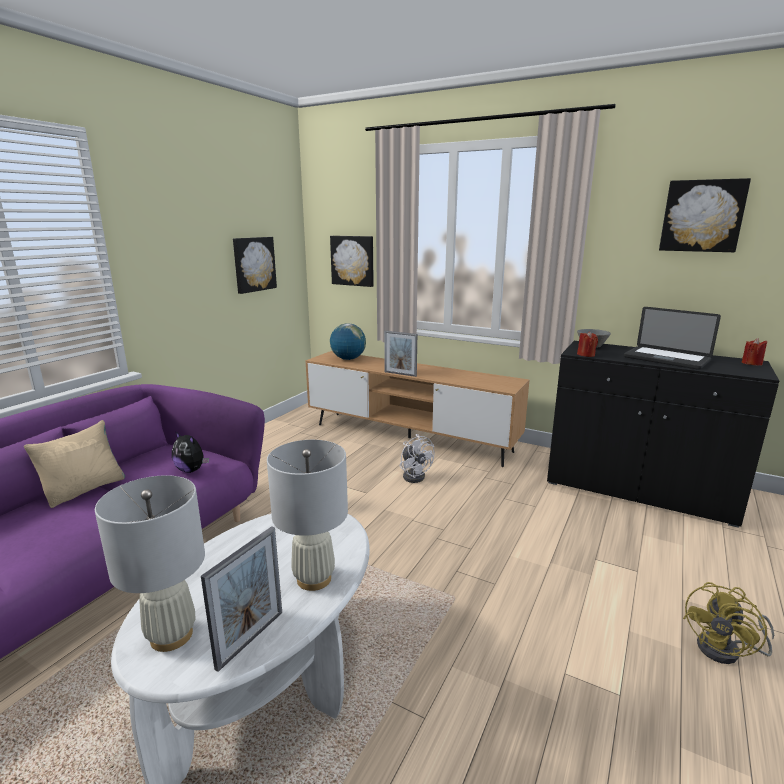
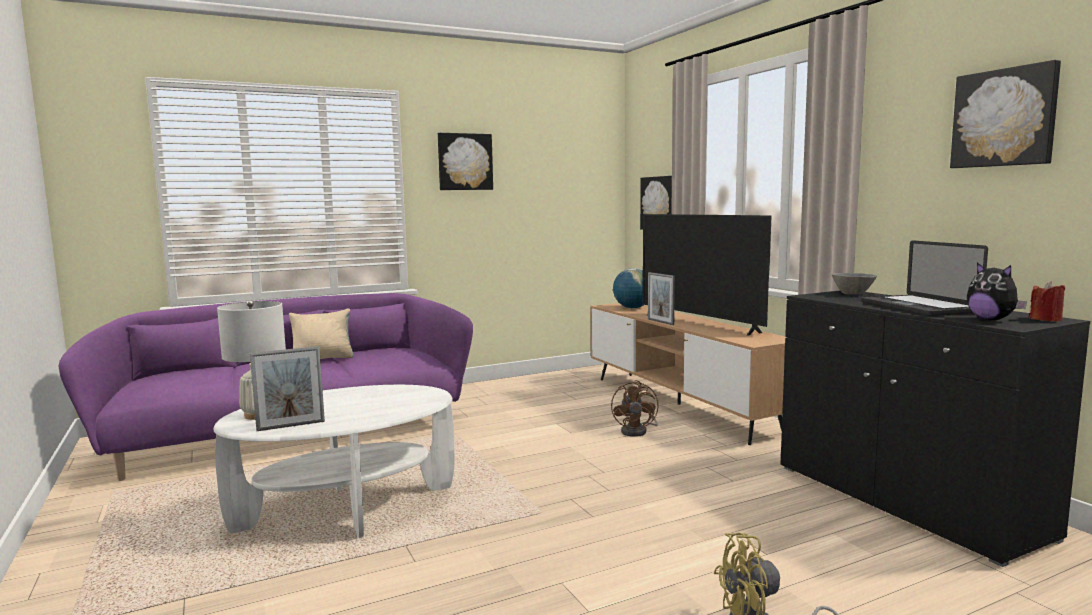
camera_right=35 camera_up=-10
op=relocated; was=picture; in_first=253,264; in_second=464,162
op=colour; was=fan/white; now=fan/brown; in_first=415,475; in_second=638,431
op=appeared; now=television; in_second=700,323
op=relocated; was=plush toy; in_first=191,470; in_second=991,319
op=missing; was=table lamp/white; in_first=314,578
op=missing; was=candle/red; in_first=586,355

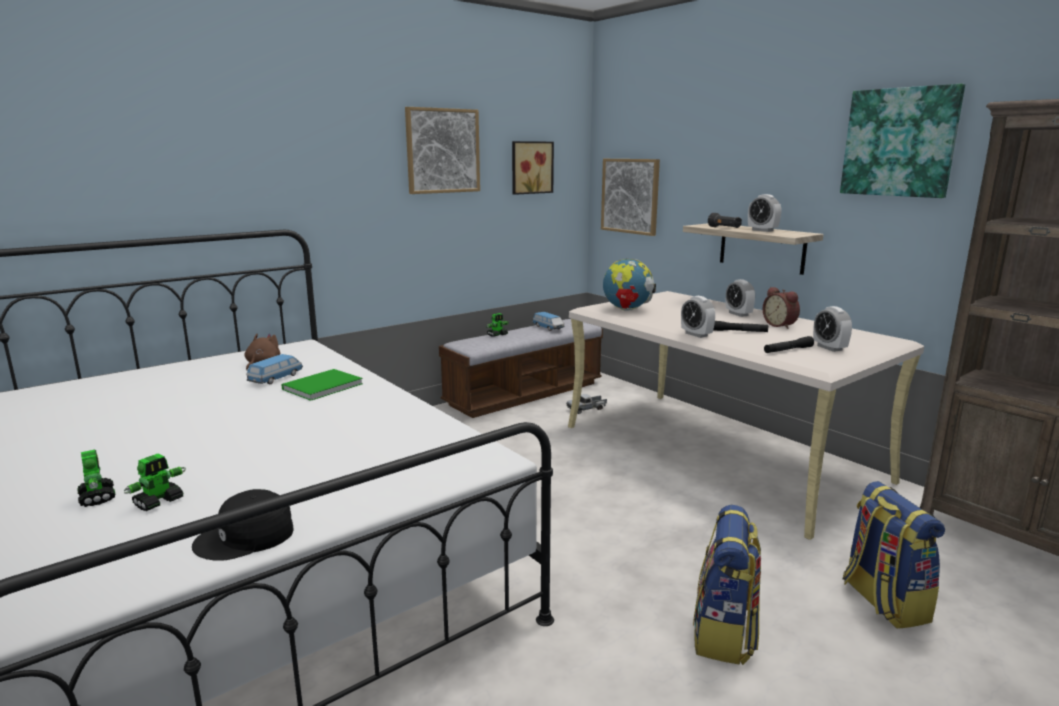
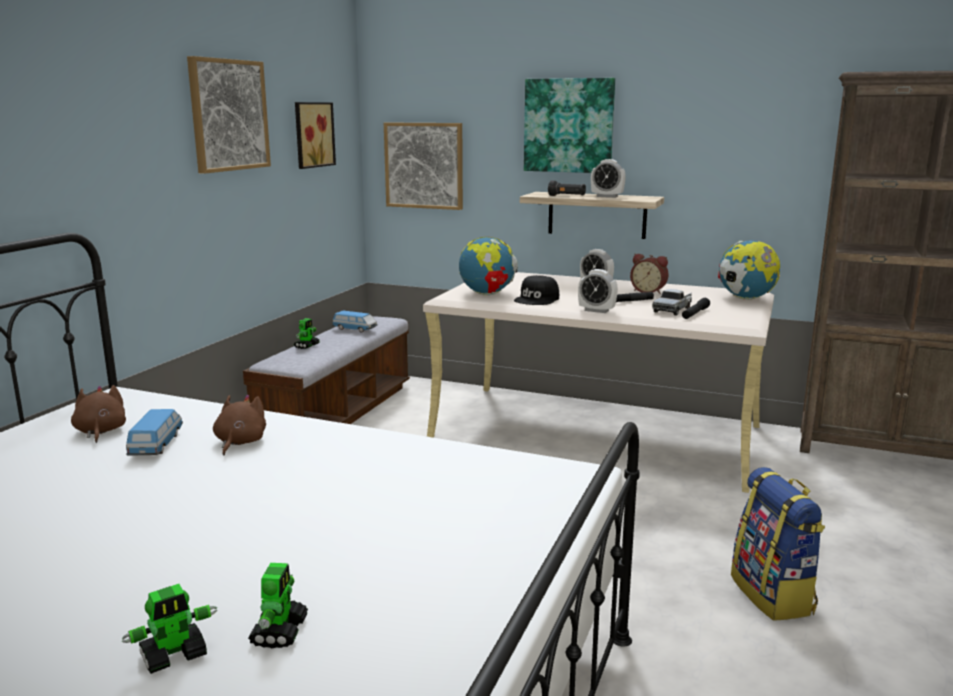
camera_right=-30 camera_up=0
op=spun; was=toy robot; in_first=97,497; in_second=175,655; clockwise=120
op=exchanged; was=book/green; now=plush toy/brown; in_first=320,387; in_second=239,442
op=relocated; was=cap/black; in_first=246,537; in_second=537,299
op=relocated; was=picture; in_first=899,142; in_second=569,125
op=relocated; was=toy truck; in_first=586,409; in_second=673,309
op=appeared; now=globe; in_second=745,299
op=missing; was=alarm clock; in_first=829,348
op=missing; was=backpack; in_first=882,601

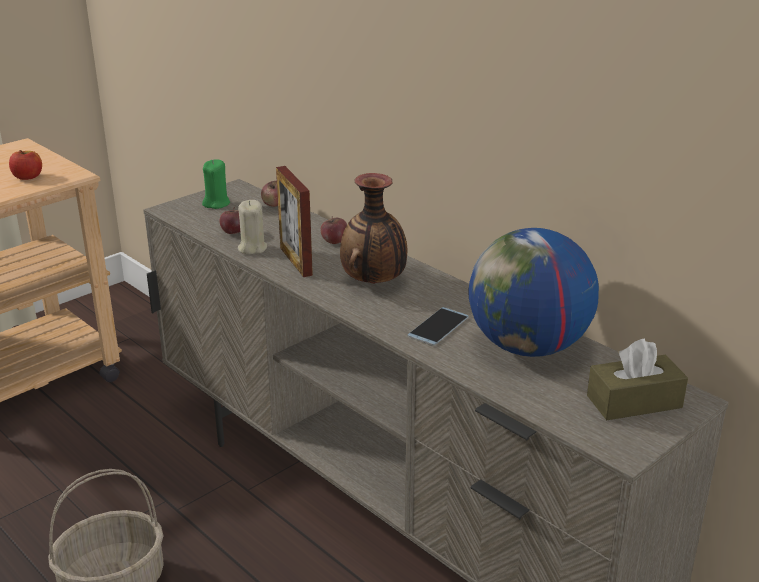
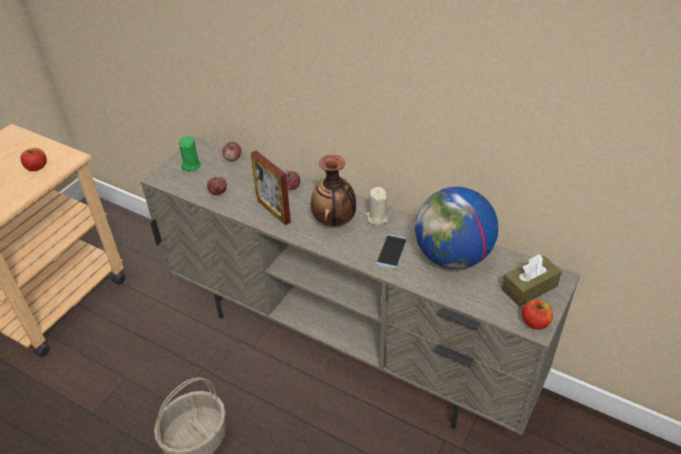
camera_right=-15 camera_up=15
op=relocated; was=candle/beige; in_first=252,248; in_second=377,218
op=appeared; now=apple; in_second=535,322

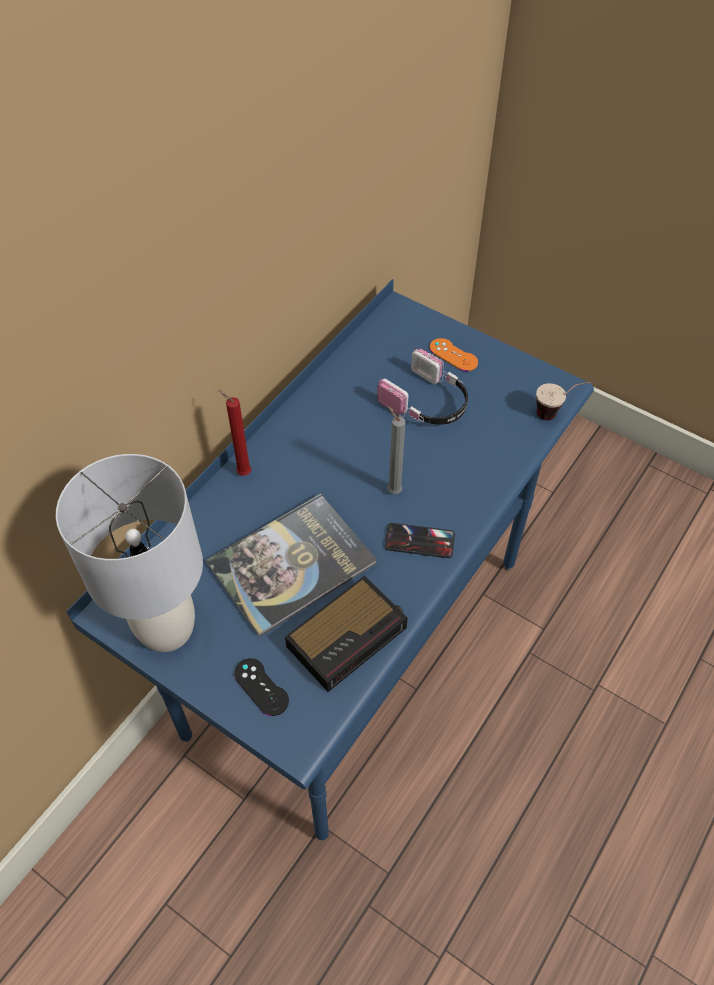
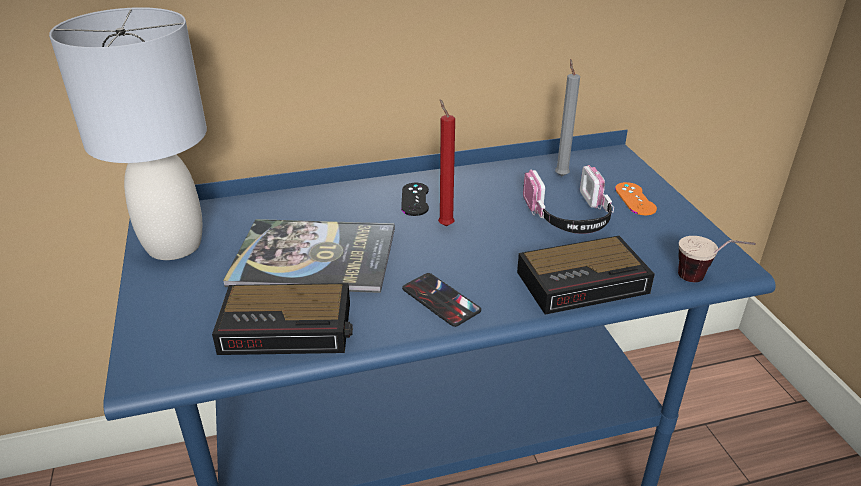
camera_right=40 camera_up=-20
op=relocated; was=game controller/black; in_first=261,687; in_second=415,199
op=relocated; was=candle/red; in_first=242,472; in_second=445,225
op=appeared; now=alarm clock; in_second=585,282
op=relocated; was=candle/grey; in_first=392,490; in_second=561,175

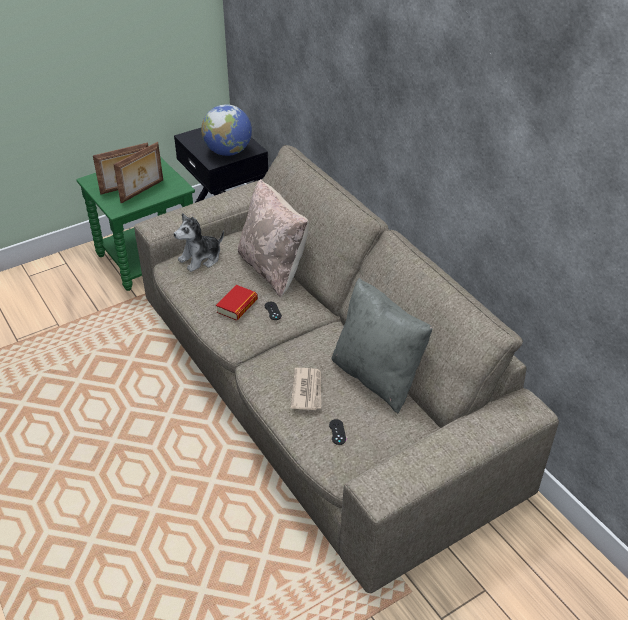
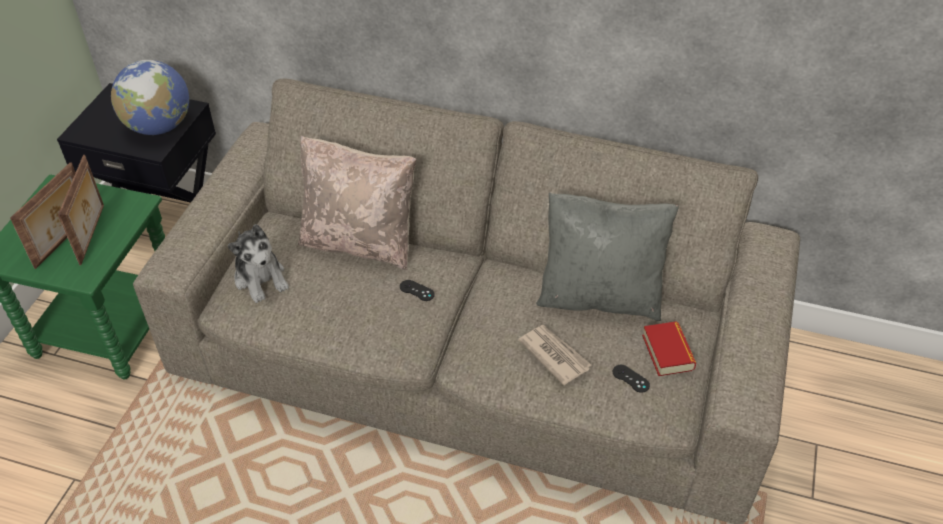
camera_right=-40 camera_up=5
op=spun; was=plush toy; in_first=201,259; in_second=261,278; clockwise=-45
op=relocated; was=book; in_first=237,306; in_second=667,352

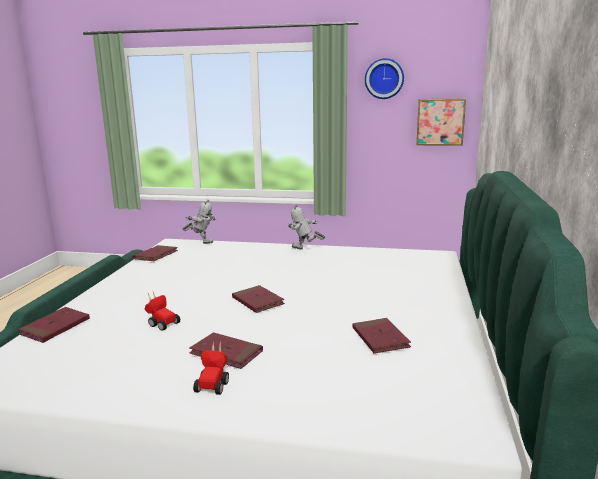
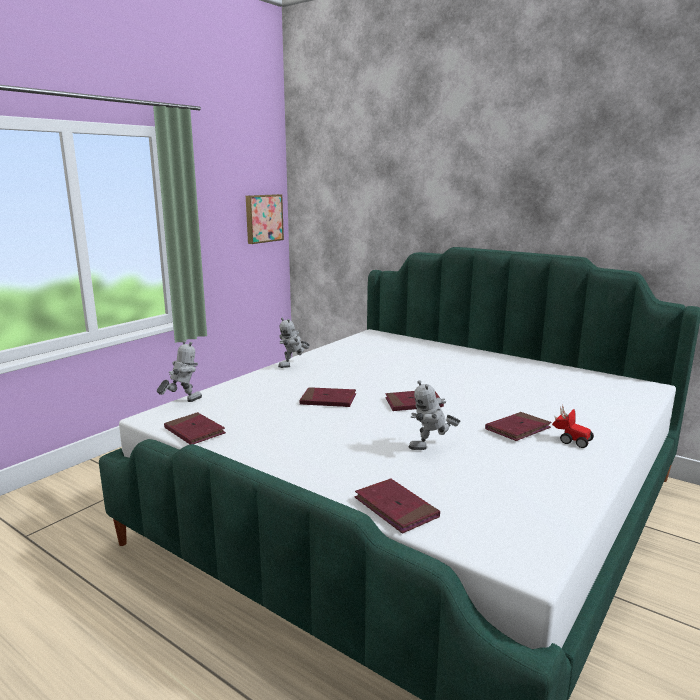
camera_right=-65 camera_up=0
op=relocated; was=book/red; in_first=380,338; in_second=328,400
op=exchanged; was=toy car; now=toy robot; in_first=161,323; in_second=432,448
op=missing; was=wall clock; in_first=384,78

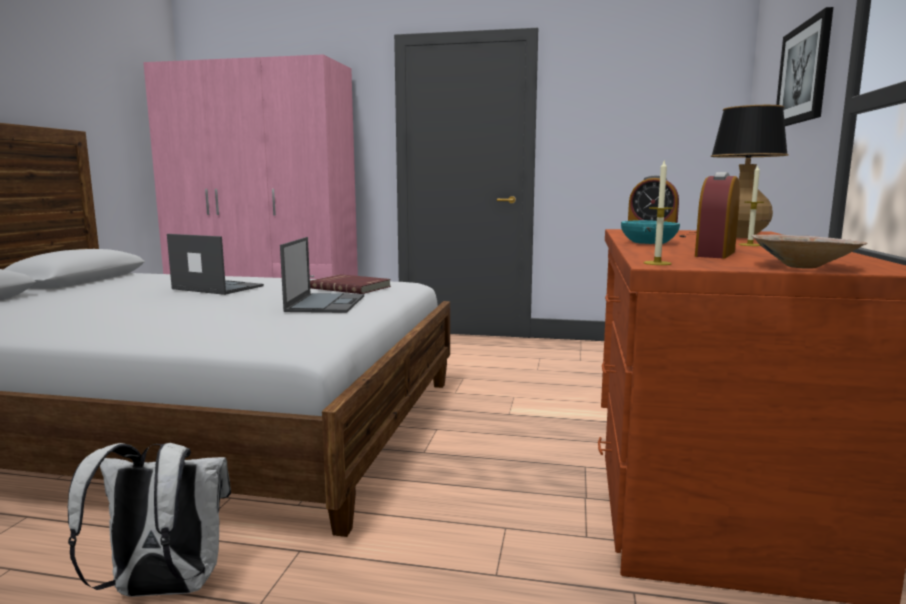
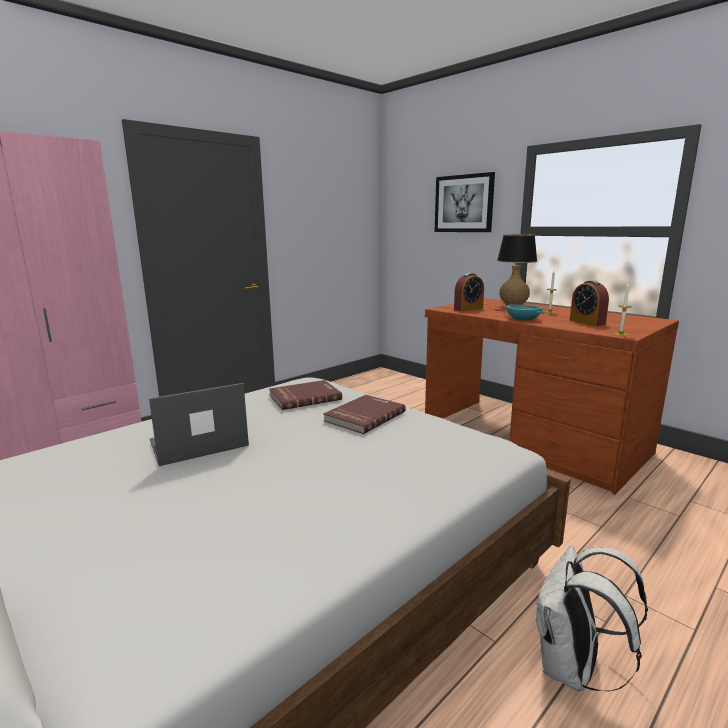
camera_right=-55 camera_up=5
op=exchanged; was=laptop; now=book/red; in_first=326,303; in_second=364,416
op=missing; was=bowl/beige; in_first=805,267

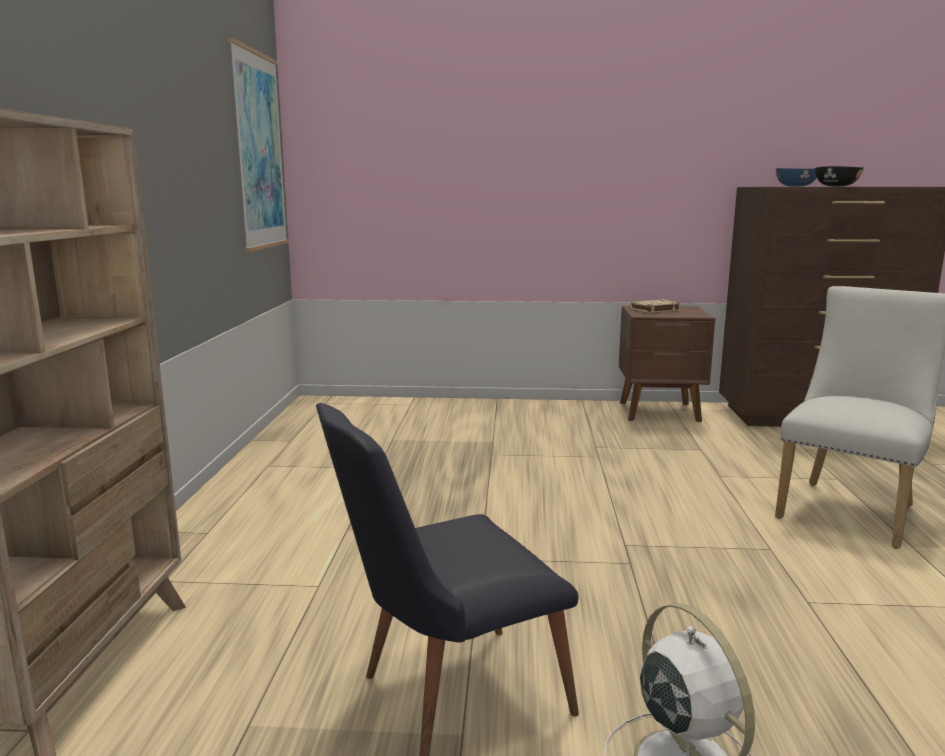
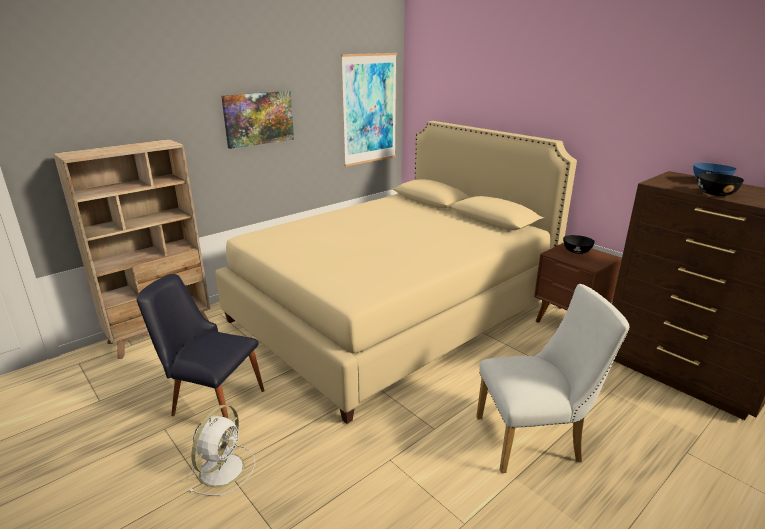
camera_right=45 camera_up=10
op=appeared; now=bed/beige; in_second=393,312
op=appeared; now=picture; in_second=258,118
op=exchanged; was=book/beige; now=bowl/black; in_first=654,309; in_second=576,251

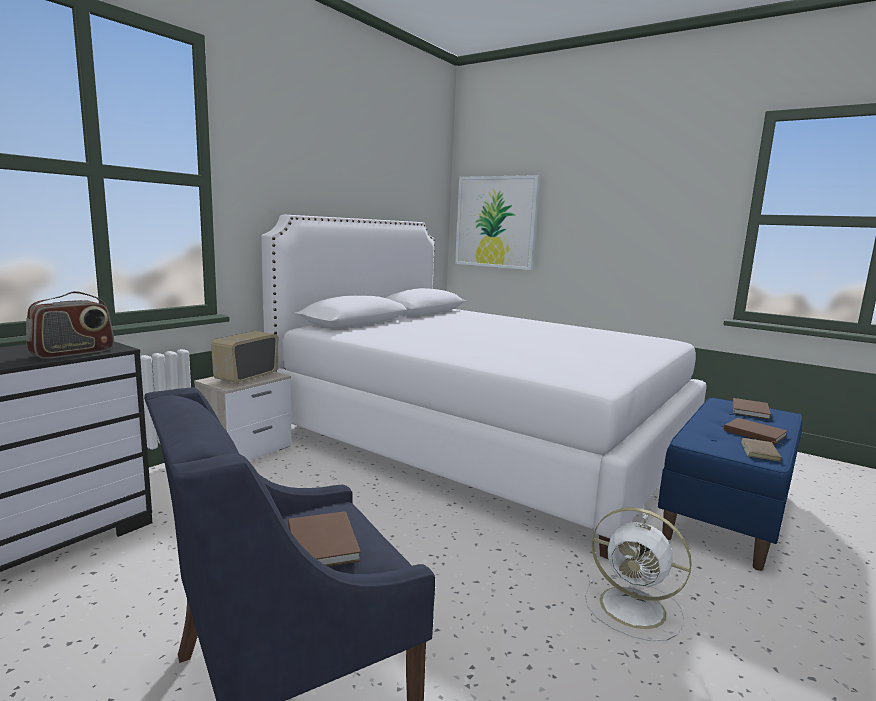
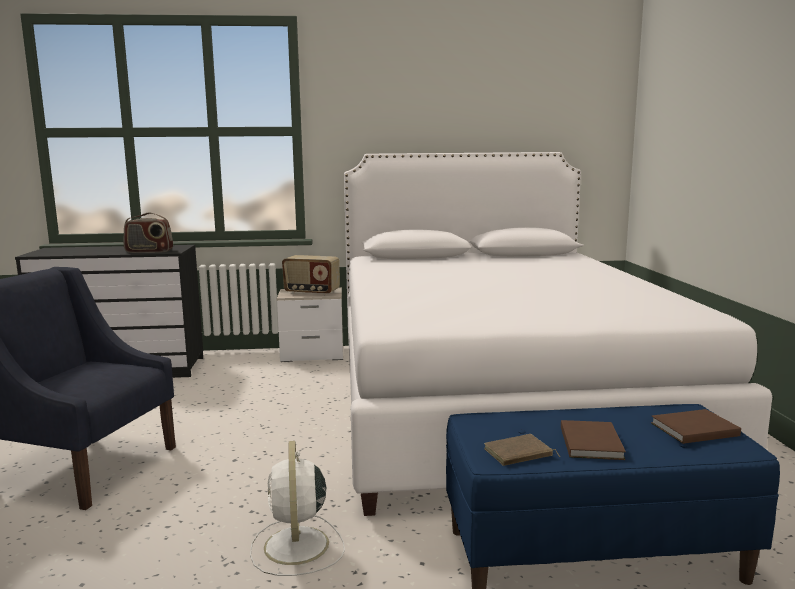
camera_right=50 camera_up=0
op=spun; was=radio; in_first=246,377; in_second=311,292; clockwise=-150
op=missing; was=book/brown; in_first=323,542
op=missing; was=picture; in_first=496,222

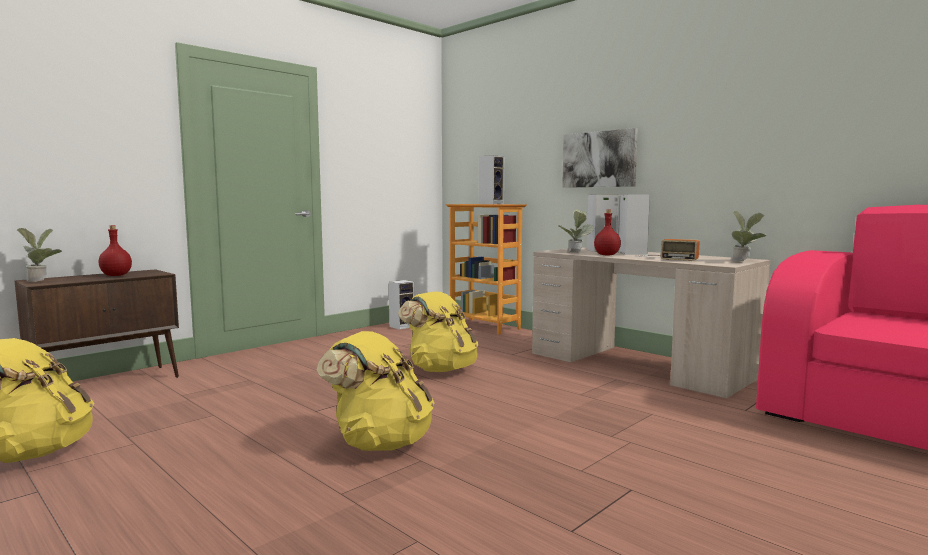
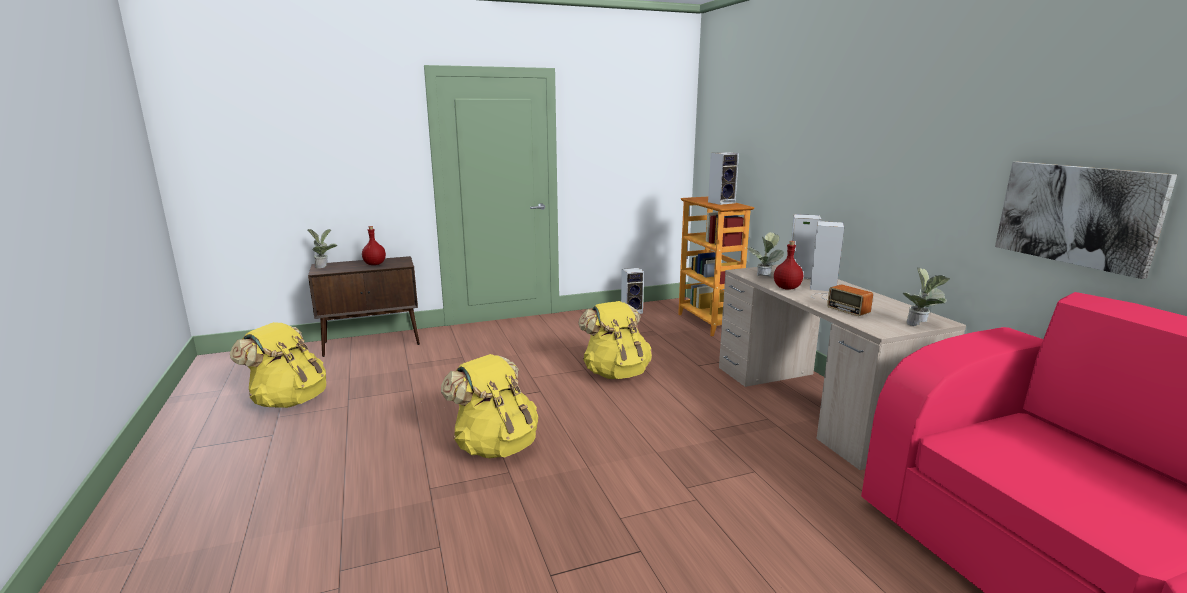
camera_right=25 camera_up=10
op=relocated; was=picture; in_first=599,159; in_second=1077,215

